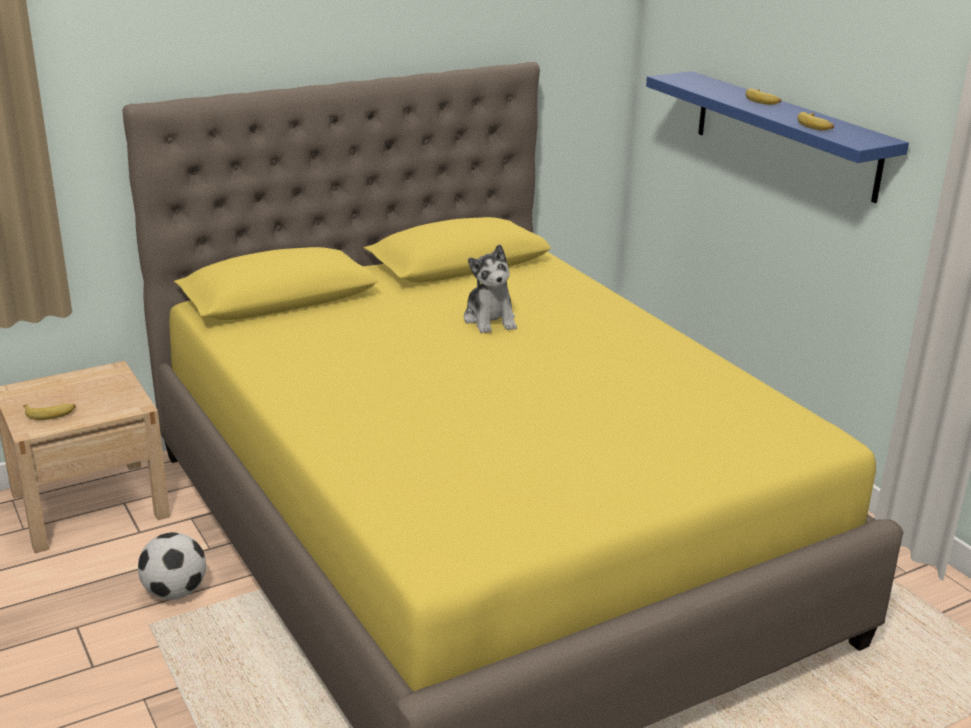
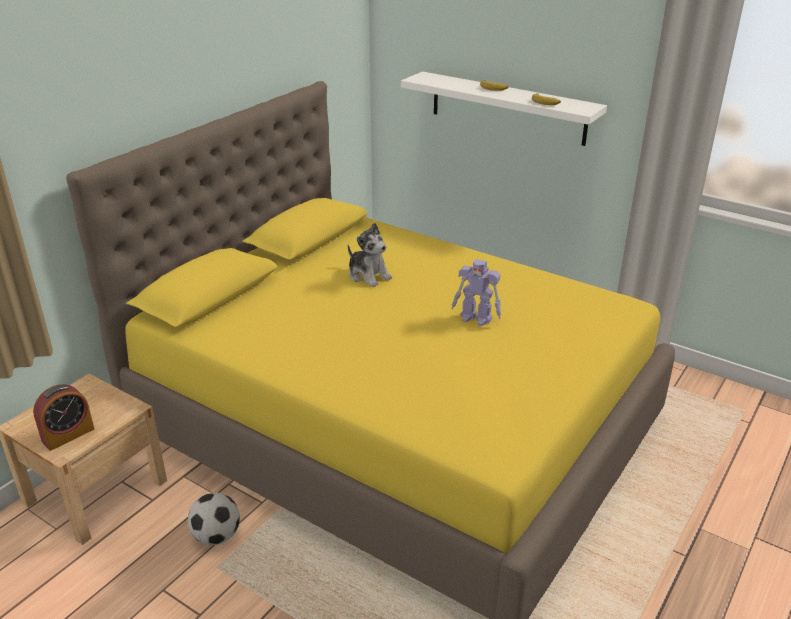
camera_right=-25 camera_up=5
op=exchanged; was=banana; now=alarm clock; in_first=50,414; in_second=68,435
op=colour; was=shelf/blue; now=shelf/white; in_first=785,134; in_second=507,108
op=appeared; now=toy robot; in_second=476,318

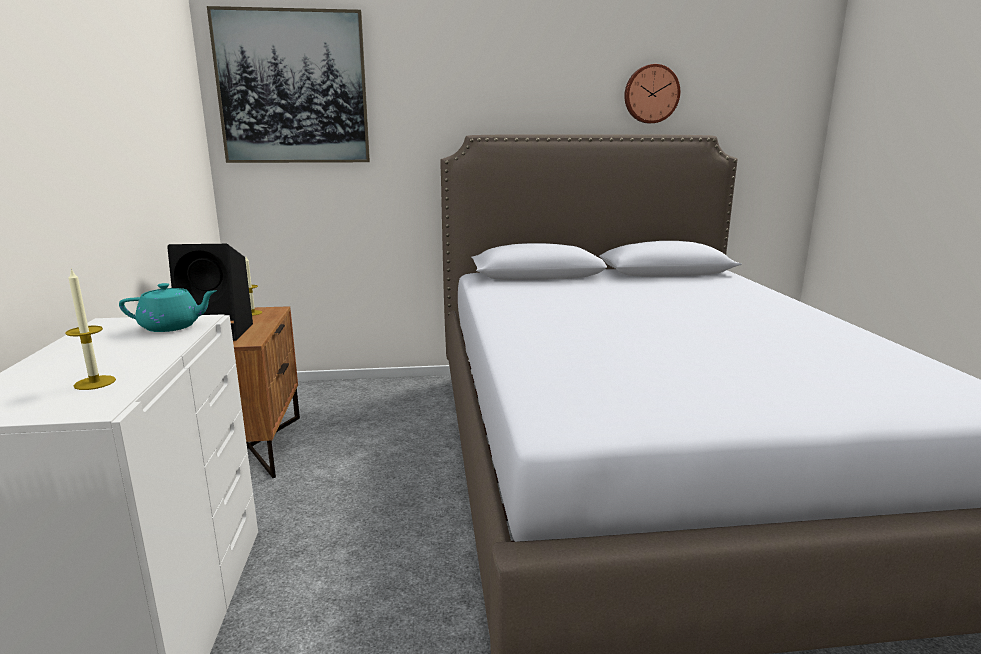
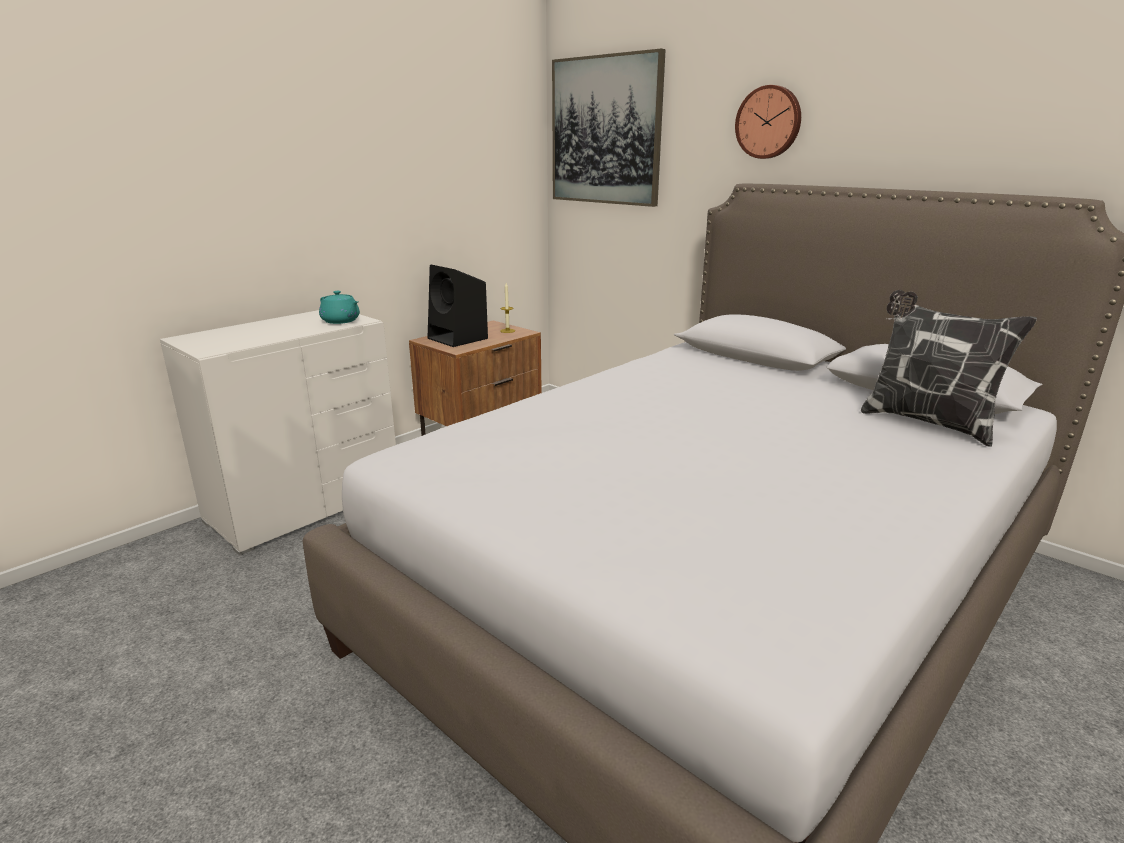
camera_right=50 camera_up=5
op=relocated; was=wall clock; in_first=651,94; in_second=769,122
op=appeared; now=pillow; in_second=926,422
op=missing; was=candle; in_first=95,383

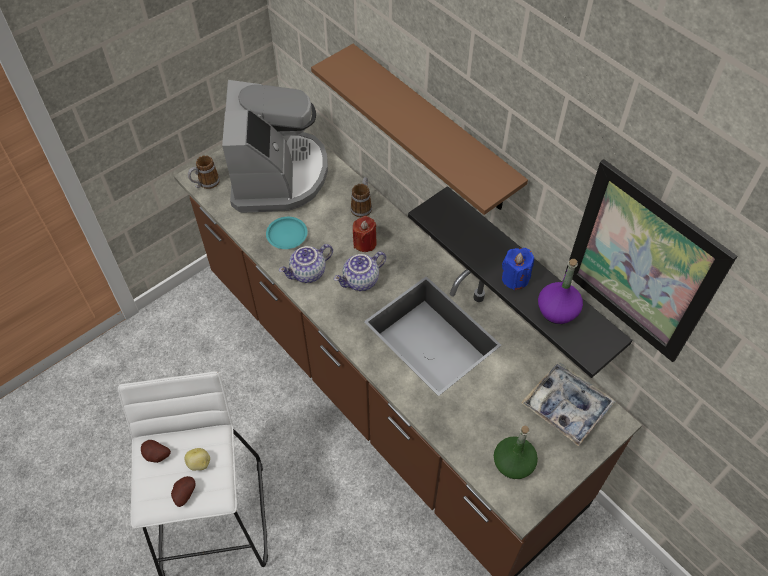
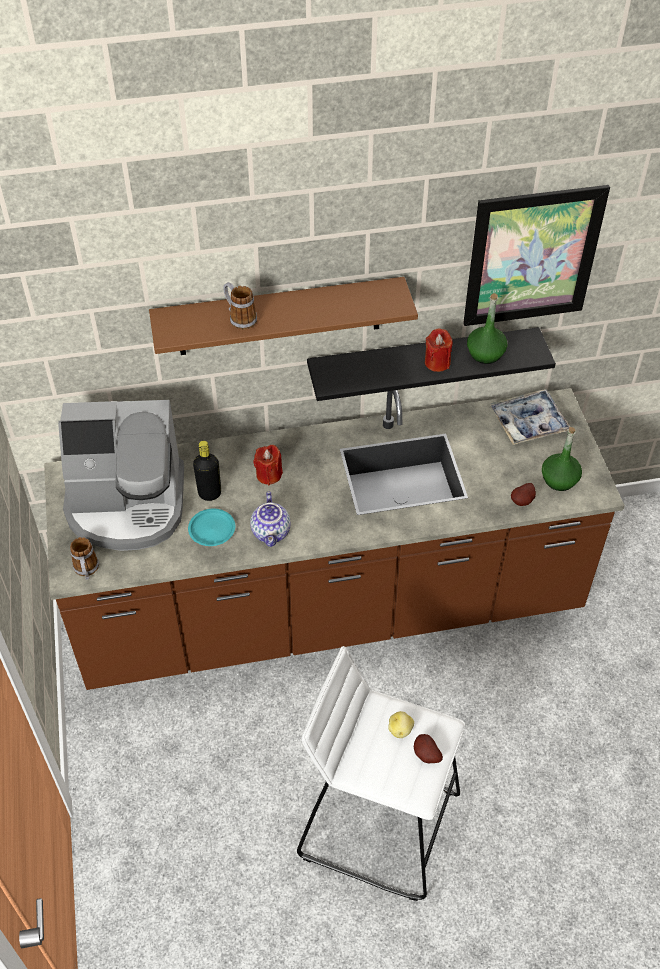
camera_right=-60 camera_up=-5
op=spun; was=coffee machine; in_first=277,175; in_second=127,505; clockwise=150
op=appeared; now=bottle/black; in_second=209,493
op=relocated; was=mug; in_first=362,206; in_second=239,318
op=colour; was=candle/blue; now=candle/red; in_first=515,278; in_second=437,362
op=colour; was=bottle/purple; now=bottle/green; in_first=557,311; in_second=485,354
op=relocated; was=potato; in_first=156,456; in_second=523,501
op=missing; was=teapot; in_first=361,281

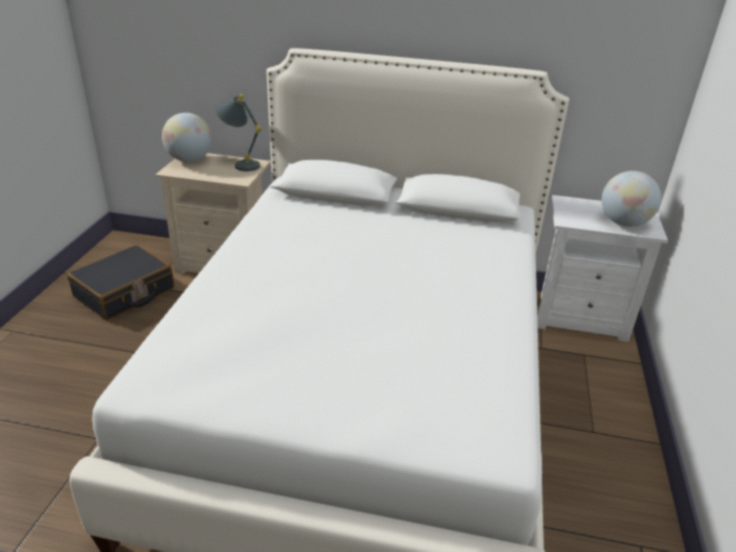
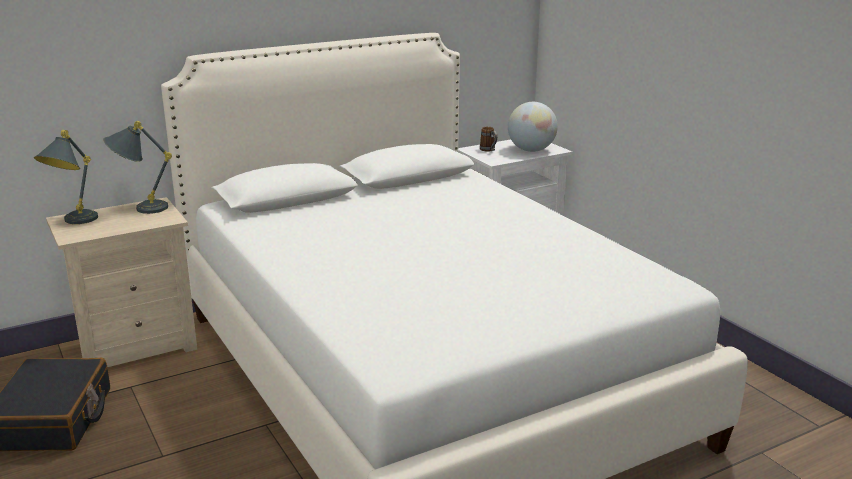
camera_right=-40 camera_up=-10
op=exchanged; was=globe; now=table lamp/grey; in_first=190,160; in_second=73,222
op=appeared; now=mug; in_second=489,150

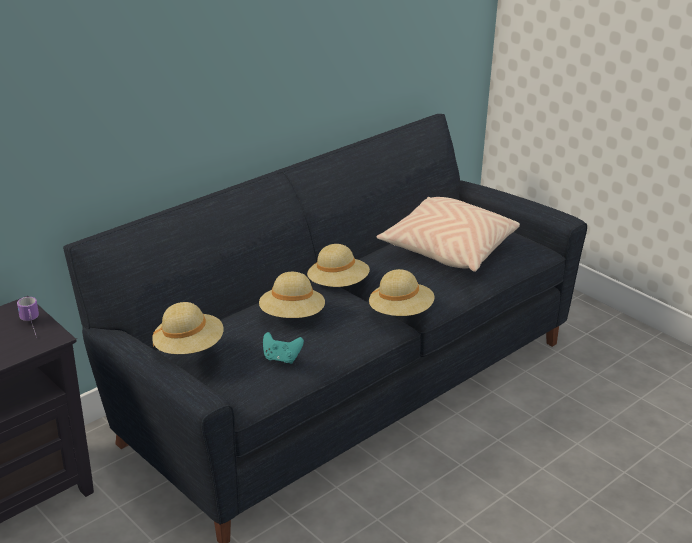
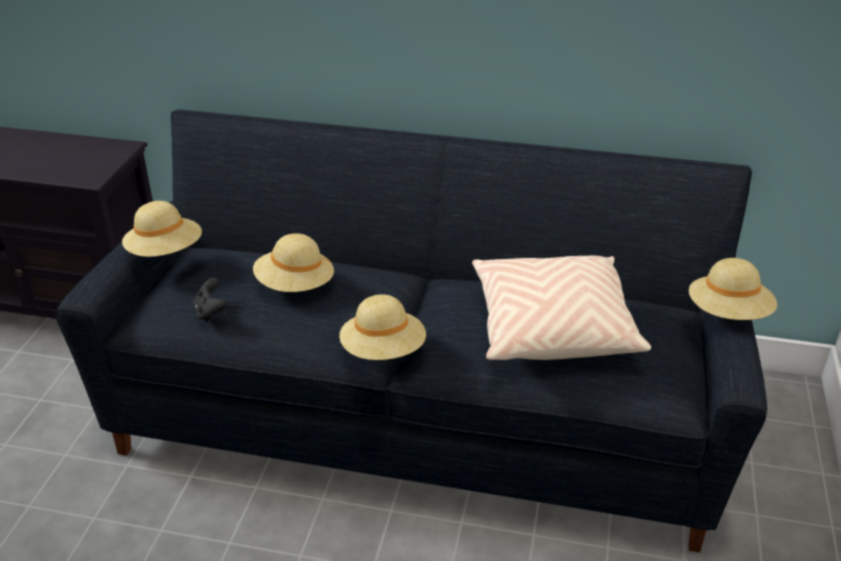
camera_right=55 camera_up=5
op=colour; was=game controller/turquoise; now=game controller/black; in_first=281,358; in_second=210,312
op=relocated; was=hat/beige; in_first=338,285; in_second=728,314
op=missing; was=mug; in_first=32,327

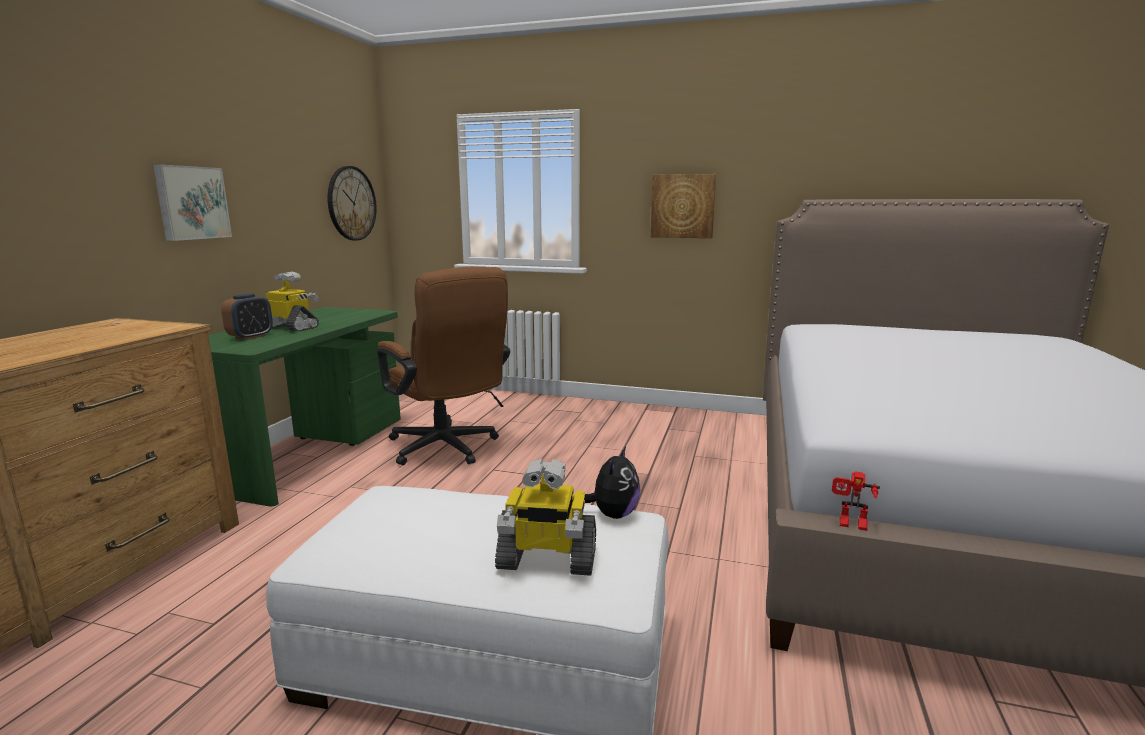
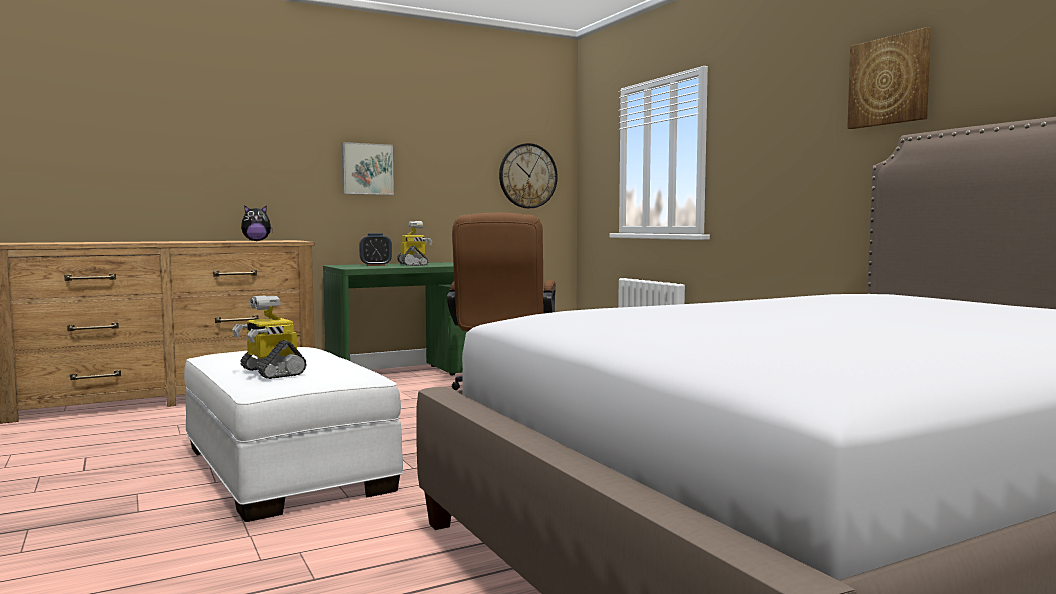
camera_right=45 camera_up=-10
op=relocated; was=plush toy; in_first=613,514; in_second=256,241
op=relocated; was=picture; in_first=682,206; in_second=889,81
op=missing; was=toy robot; in_first=850,525

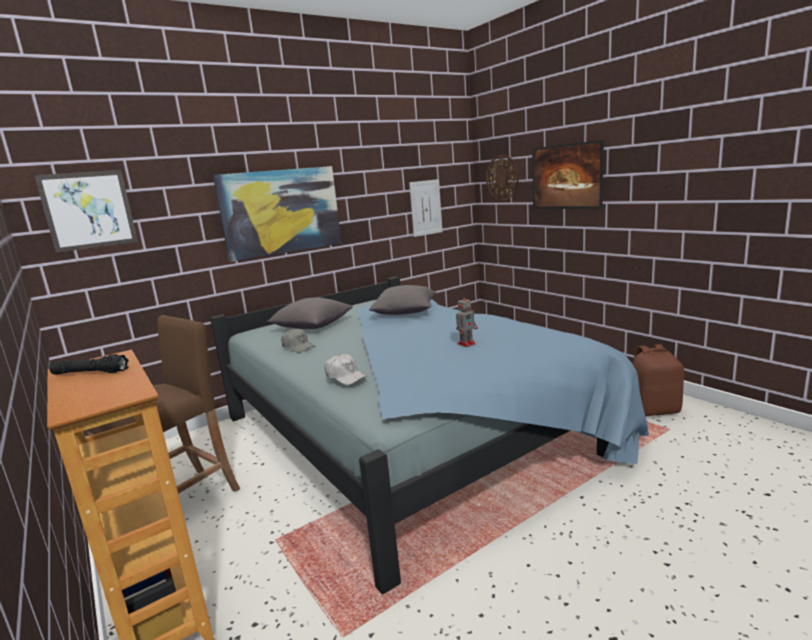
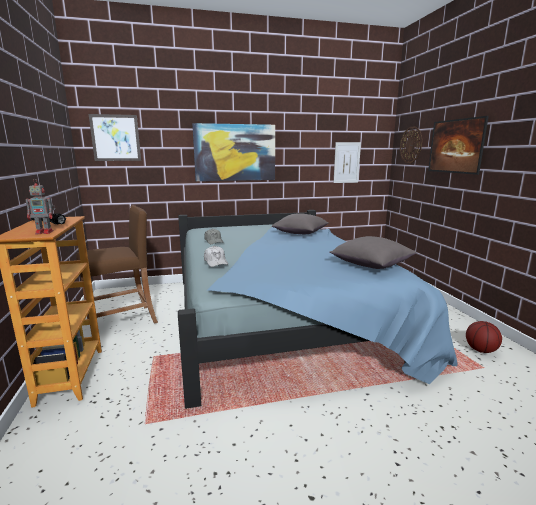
camera_right=20 camera_up=0
op=relocated; was=toy robot; in_first=467,344; in_second=45,232
op=relocated; was=pillow/grey; in_first=312,326; in_second=370,264
op=exchanged; was=backpack/brown; now=basketball; in_first=653,410; in_second=481,350

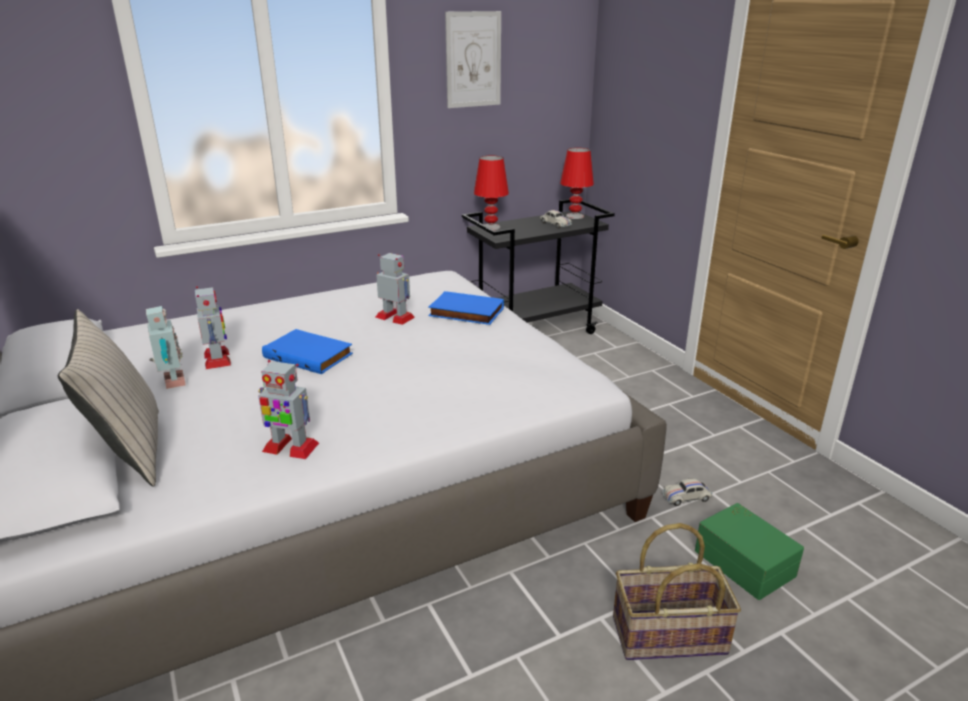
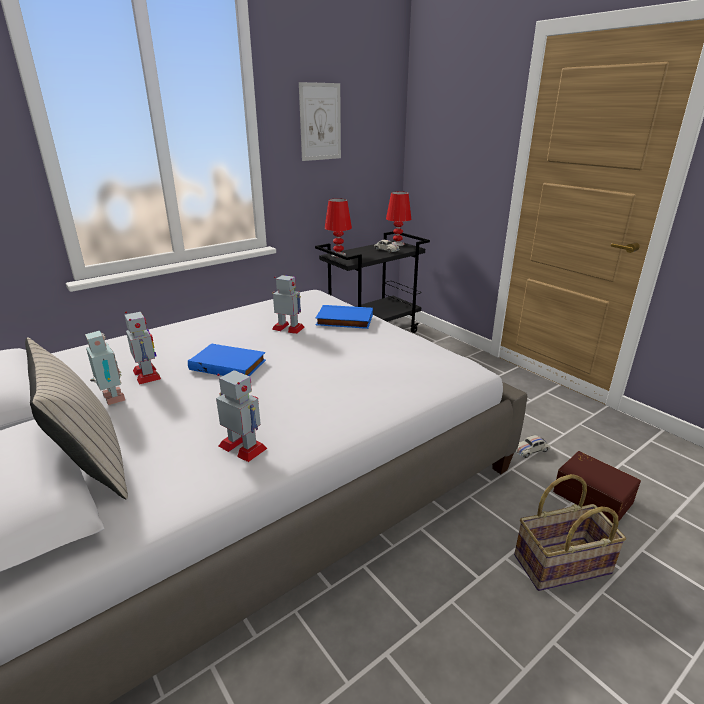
camera_right=-10 camera_up=0
op=spun; was=toy robot; in_first=290,447; in_second=243,447; clockwise=-150
op=colour; was=storage box/green; now=storage box/brown; in_first=745,562; in_second=593,496

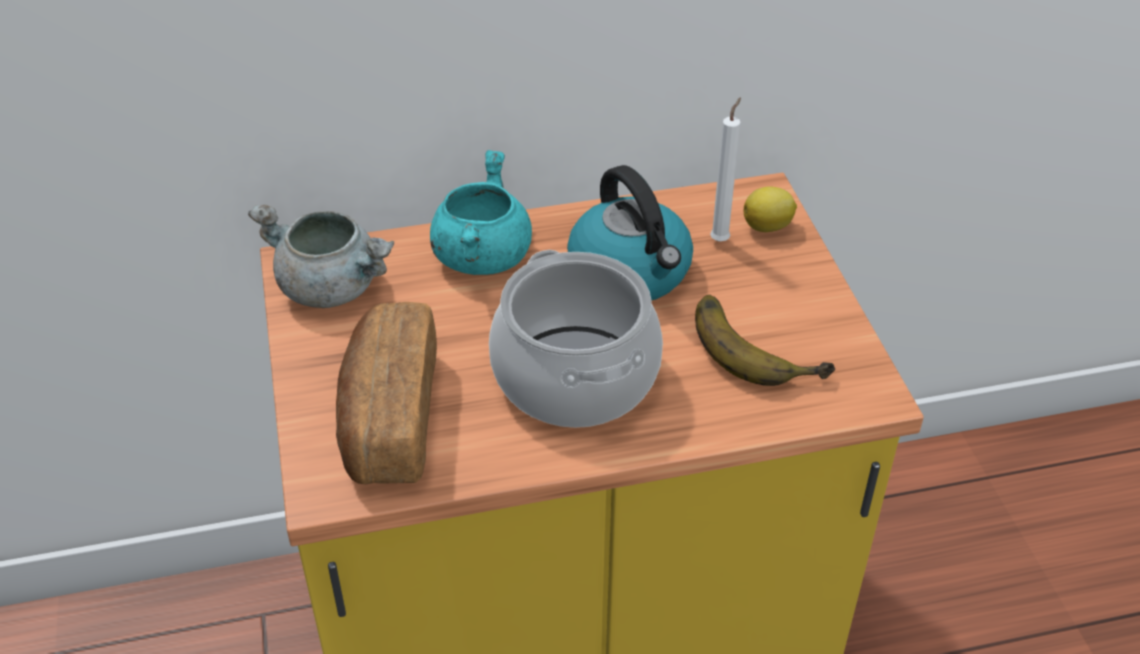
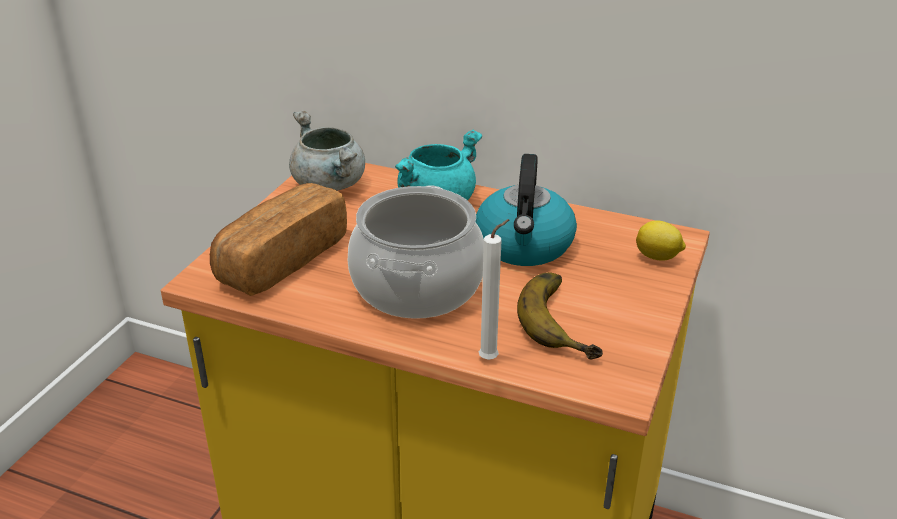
camera_right=35 camera_up=-10
op=relocated; was=candle/white; in_first=721,239; in_second=491,358

